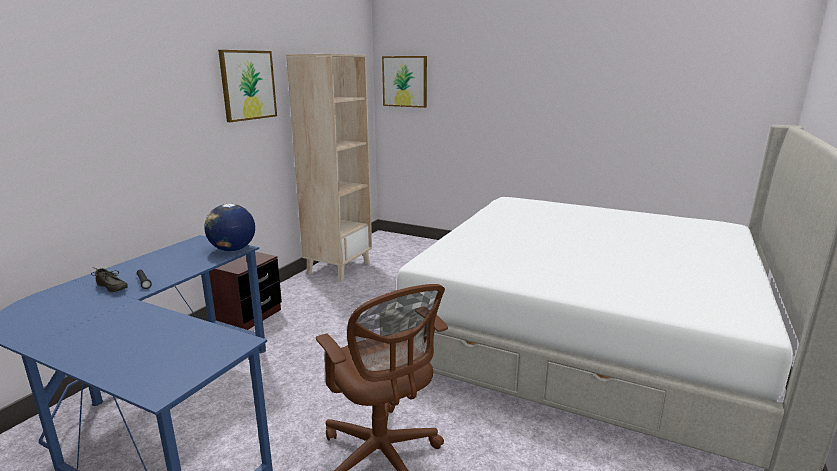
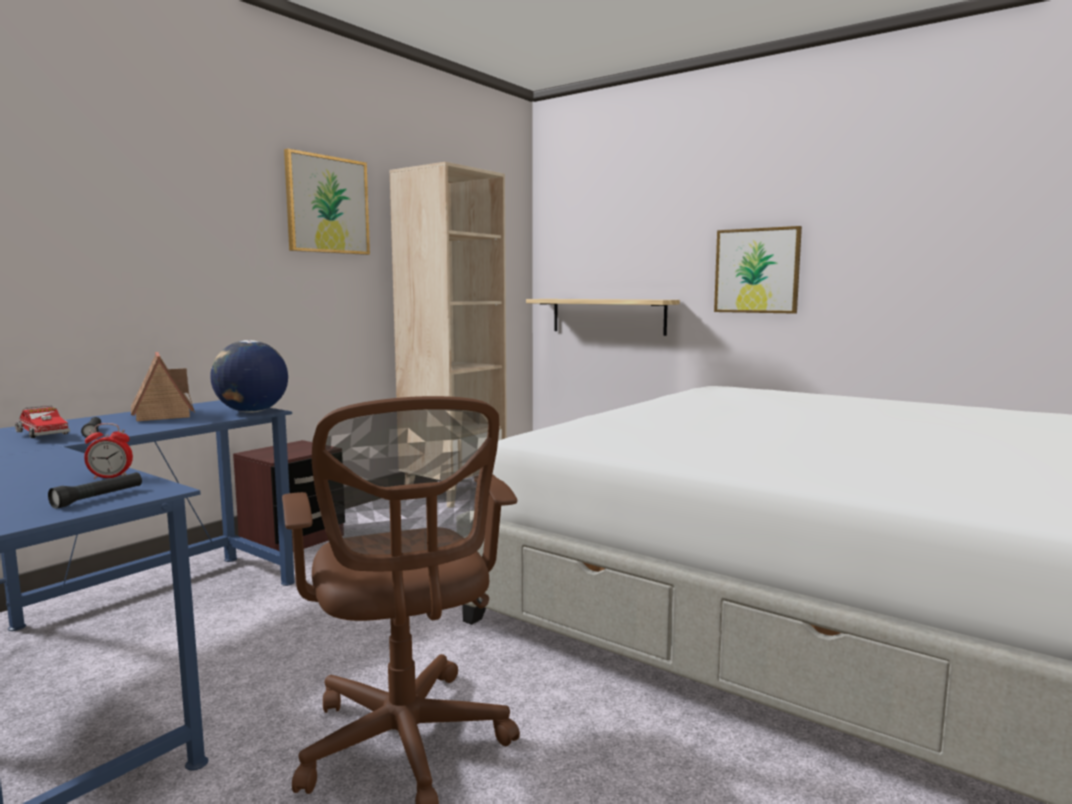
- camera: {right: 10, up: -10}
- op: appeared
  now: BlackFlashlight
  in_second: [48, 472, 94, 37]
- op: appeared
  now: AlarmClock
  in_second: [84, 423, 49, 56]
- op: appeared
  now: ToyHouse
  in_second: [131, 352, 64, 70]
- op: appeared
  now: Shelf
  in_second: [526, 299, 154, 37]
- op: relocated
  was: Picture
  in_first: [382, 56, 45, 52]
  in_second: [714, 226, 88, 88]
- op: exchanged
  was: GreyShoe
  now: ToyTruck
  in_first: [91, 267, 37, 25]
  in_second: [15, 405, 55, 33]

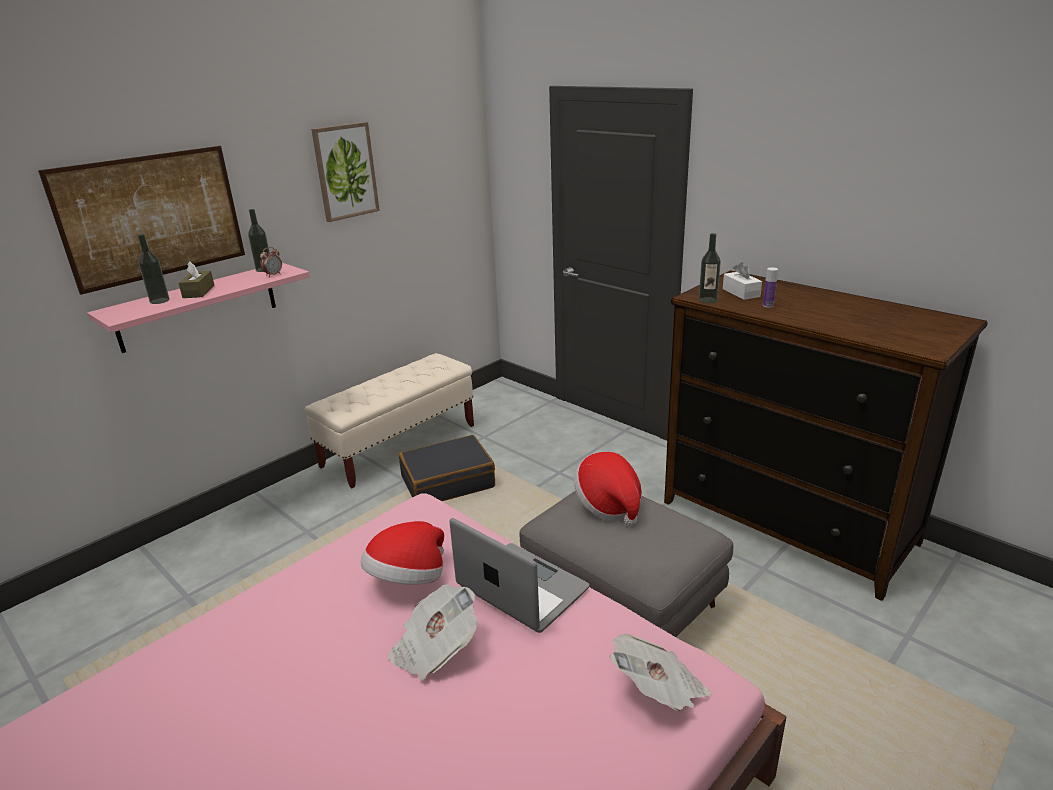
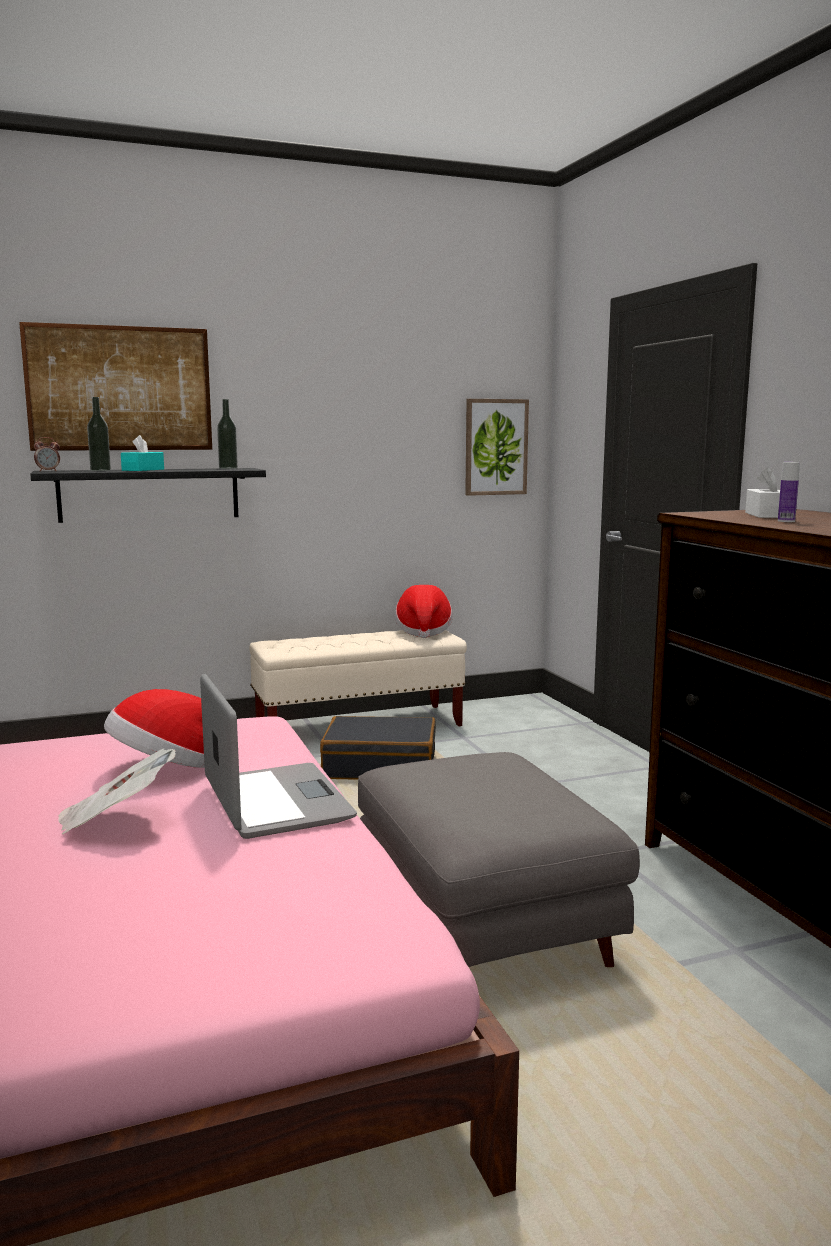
- camera: {right: 25, up: -15}
- op: missing
  was: Newspaper
  in_first: [609, 634, 102, 77]
- op: missing
  was: Bottle
  in_first: [699, 233, 22, 70]
- op: relocated
  was: AlarmClock
  in_first: [260, 247, 22, 30]
  in_second: [34, 437, 26, 35]
- op: relocated
  was: Picture
  in_first: [311, 122, 69, 100]
  in_second: [465, 399, 64, 97]
- op: relocated
  was: Hat
  in_first: [574, 452, 68, 74]
  in_second: [395, 585, 58, 53]
- op: colour
  was: PinkShelf
  now: BlackShelf
  in_first: [87, 263, 223, 90]
  in_second: [30, 468, 236, 55]
- op: colour
  was: BrownTissueBox
  now: TurquoiseTissueBox
  in_first: [179, 261, 36, 37]
  in_second: [121, 435, 43, 36]

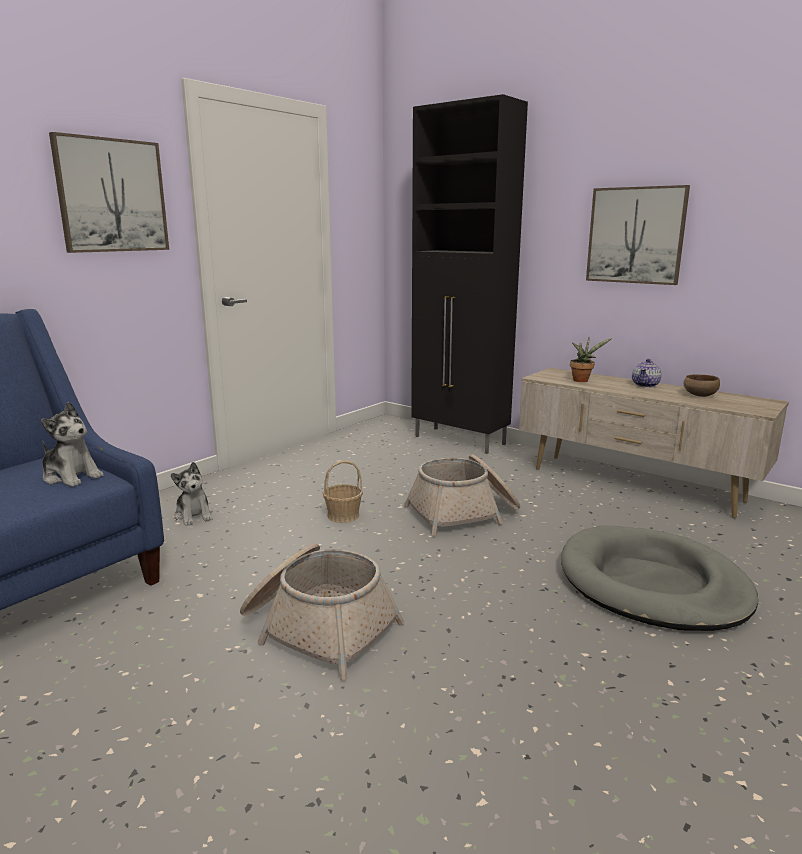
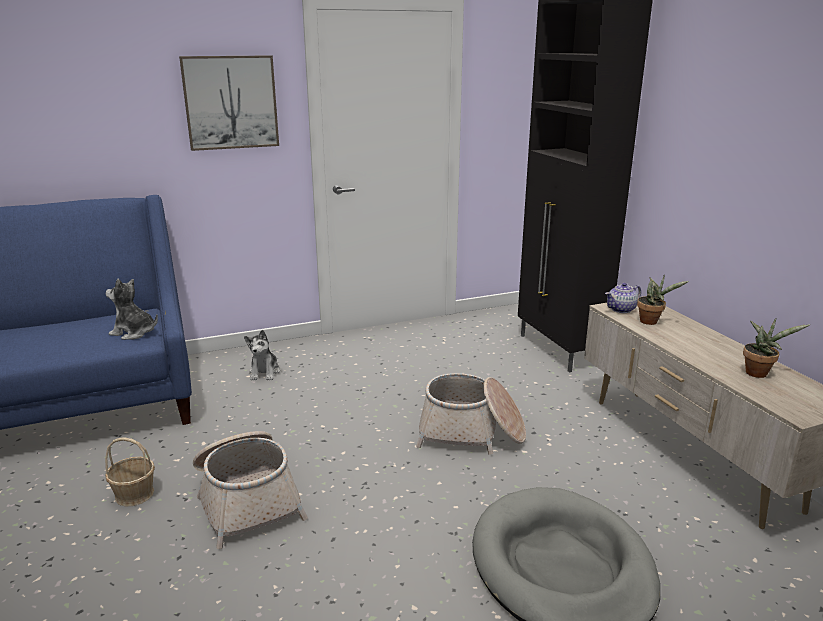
- camera: {right: 30, up: 5}
- op: missing
  was: Picture
  in_first: [586, 185, 104, 100]
- op: relocated
  was: Basket
  in_first: [323, 461, 40, 62]
  in_second: [105, 437, 50, 70]
- op: relocated
  was: Teapot
  in_first: [632, 359, 30, 29]
  in_second: [605, 283, 36, 30]
- op: exchanged
  was: BrownBowl
  now: PottedPlant
  in_first: [683, 374, 37, 23]
  in_second: [743, 318, 67, 60]
- op: spun
  was: PlushToy
  in_first: [41, 402, 63, 85]
  in_second: [106, 278, 52, 62]
  clockwise: 135

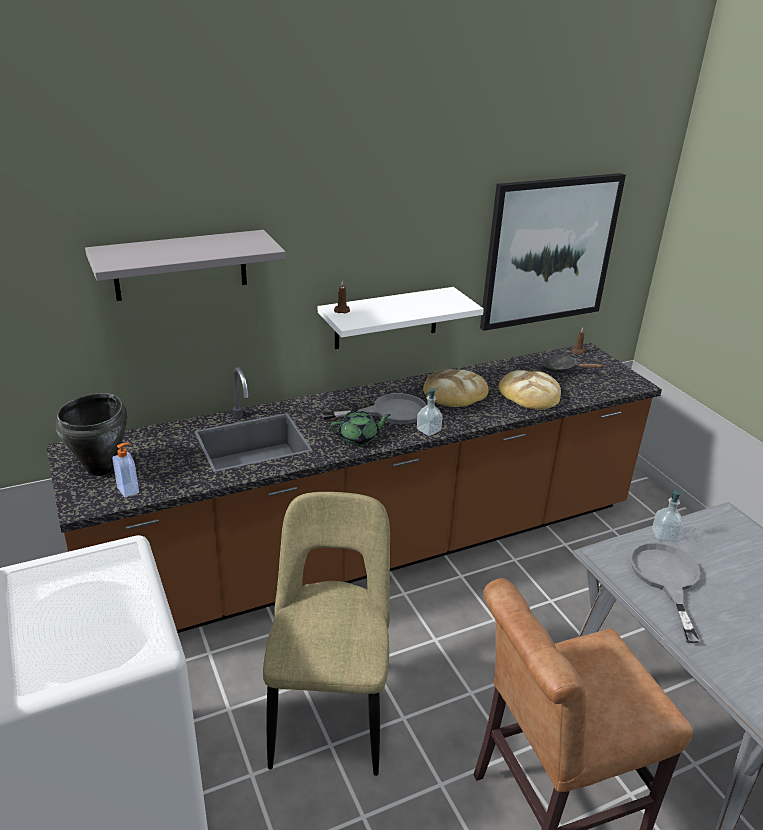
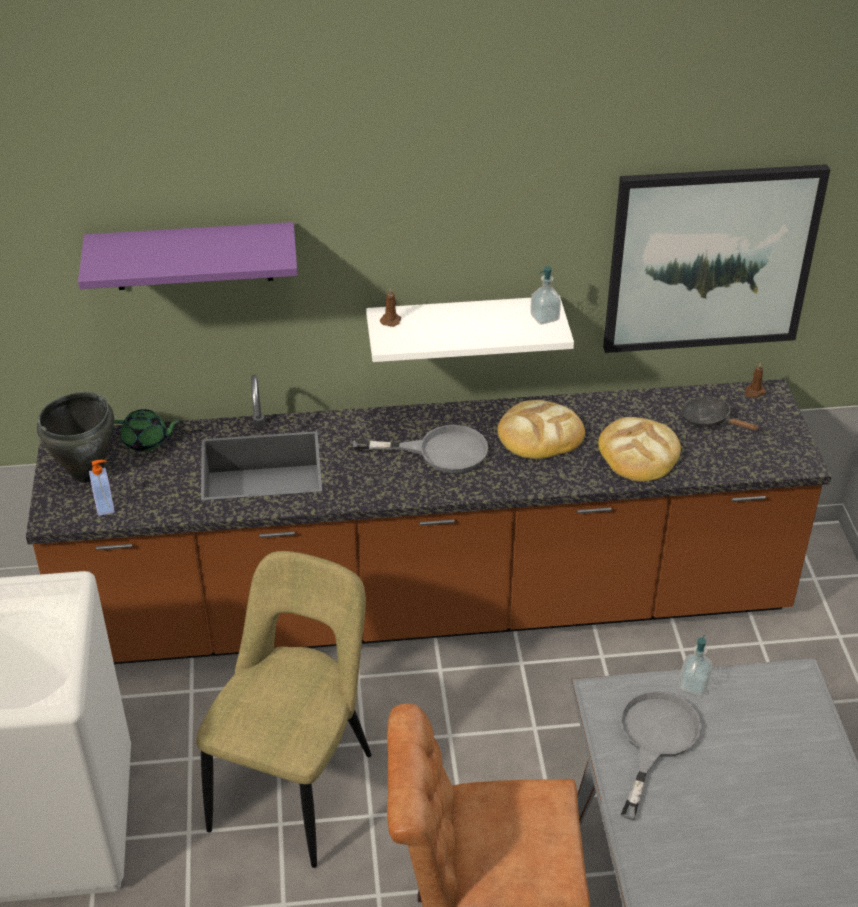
- camera: {right: 20, up: 10}
- op: relocated
  was: GreenTeapot
  in_first: [330, 411, 61, 34]
  in_second: [113, 409, 68, 43]
- op: relocated
  was: SoapDispenser
  in_first: [417, 388, 26, 48]
  in_second: [530, 266, 31, 58]
- op: colour
  was: GreyShelf
  now: PurpleShelf
  in_first: [85, 230, 201, 71]
  in_second: [78, 222, 220, 68]

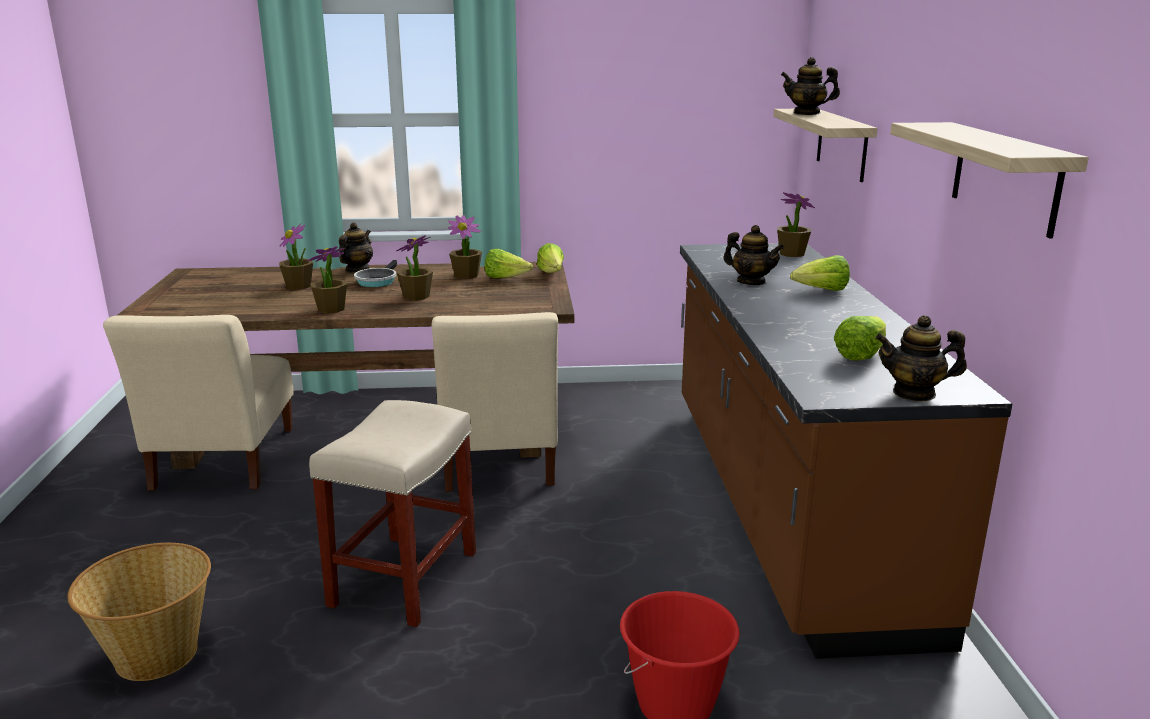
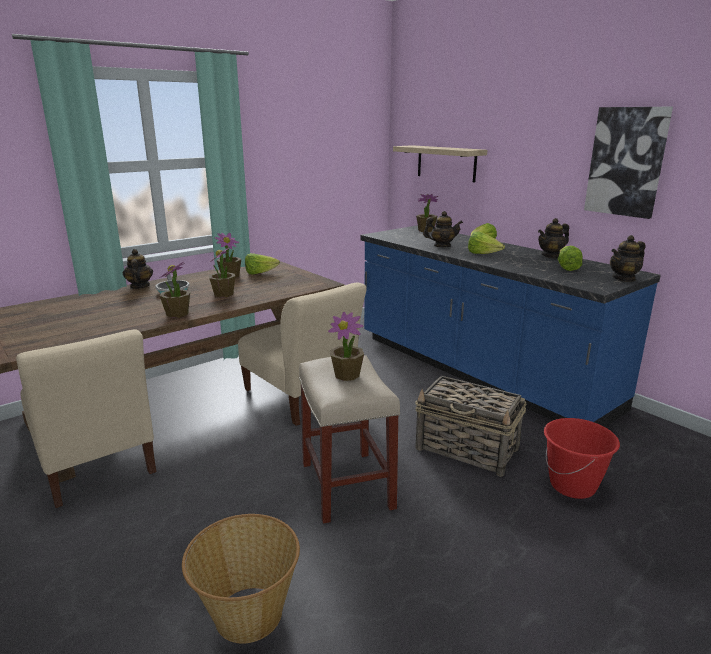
- camera: {right: -35, up: 0}
- op: appeared
  now: Basket
  in_second: [415, 376, 111, 101]
- op: relocated
  was: PottedPlant
  in_first: [279, 224, 34, 66]
  in_second: [328, 312, 36, 69]
- op: relocated
  was: Lettuce
  in_first: [537, 243, 27, 30]
  in_second: [468, 232, 37, 22]
- op: relocated
  was: Teapot
  in_first: [781, 57, 59, 58]
  in_second: [538, 218, 31, 40]
- op: exchanged
  was: Shelf
  now: Picture
  in_first: [890, 122, 199, 116]
  in_second: [584, 107, 89, 112]
- op: colour
  was: BrownCounter
  now: BlueCounter
  in_first: [680, 243, 332, 416]
  in_second: [360, 225, 301, 202]

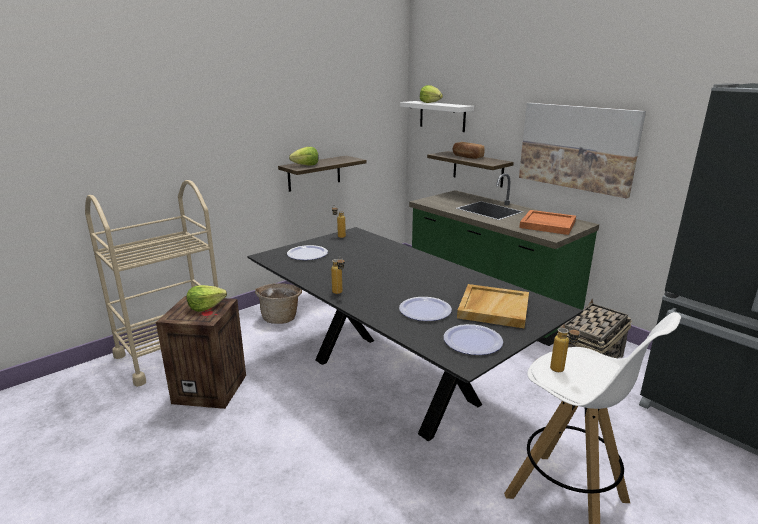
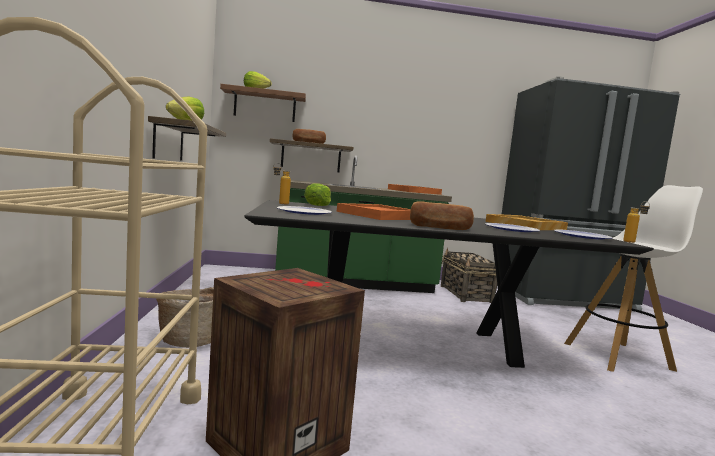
- camera: {right: -55, up: -15}
- op: missing
  was: Picture
  in_first: [519, 103, 127, 96]
- op: appeared
  now: OrangeTray
  in_second: [337, 203, 74, 17]
- op: relocated
  was: Lettuce
  in_first: [187, 285, 40, 27]
  in_second: [304, 184, 27, 22]
- op: exchanged
  was: Bottle
  now: Bread
  in_first: [331, 256, 14, 38]
  in_second: [410, 201, 64, 29]
- op: colour
  was: WhiteShelf
  now: BrownShelf
  in_first: [400, 101, 74, 31]
  in_second: [220, 84, 86, 38]

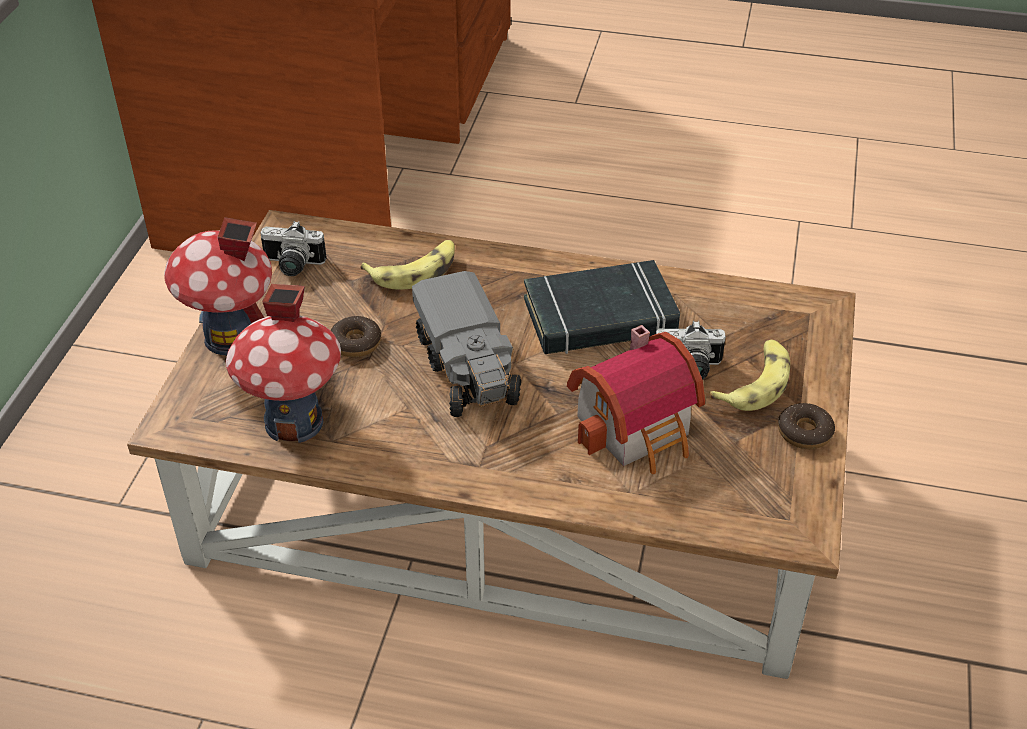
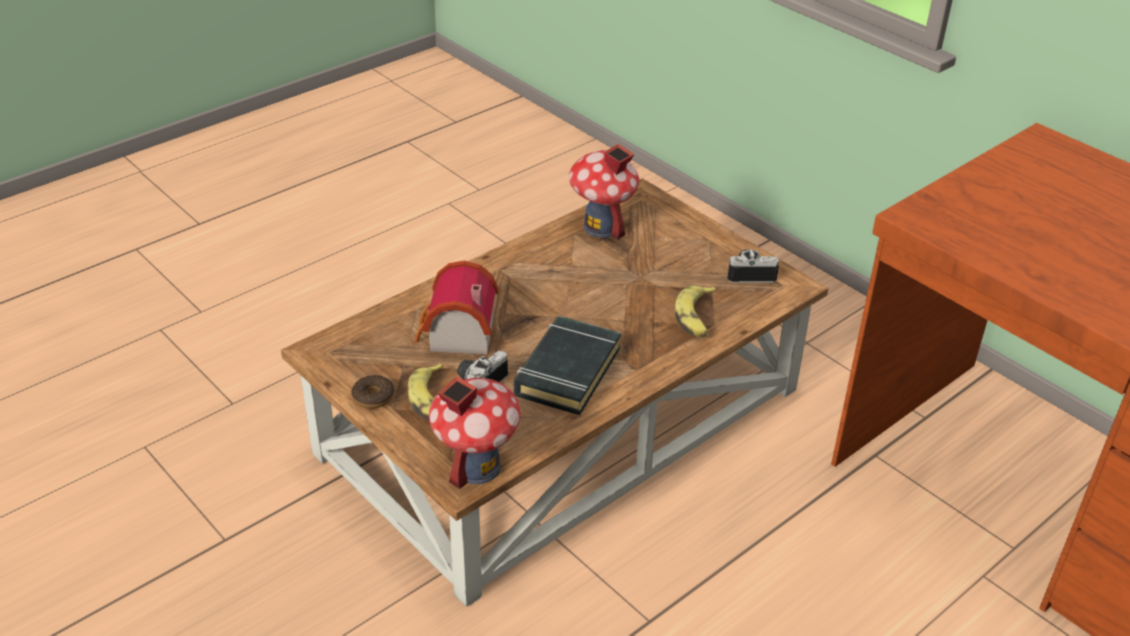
- camera: {right: 125, up: -5}
- op: missing
  was: Donut
  in_first: [330, 316, 51, 41]
- op: missing
  was: ToyTruck
  in_first: [412, 271, 109, 146]
- op: relocated
  was: ToyHouse
  in_first: [164, 217, 108, 138]
  in_second: [429, 376, 92, 113]
- op: spun
  was: PhotoCamera
  in_first: [260, 221, 67, 55]
  in_second: [728, 249, 51, 33]
  clockwise: 45

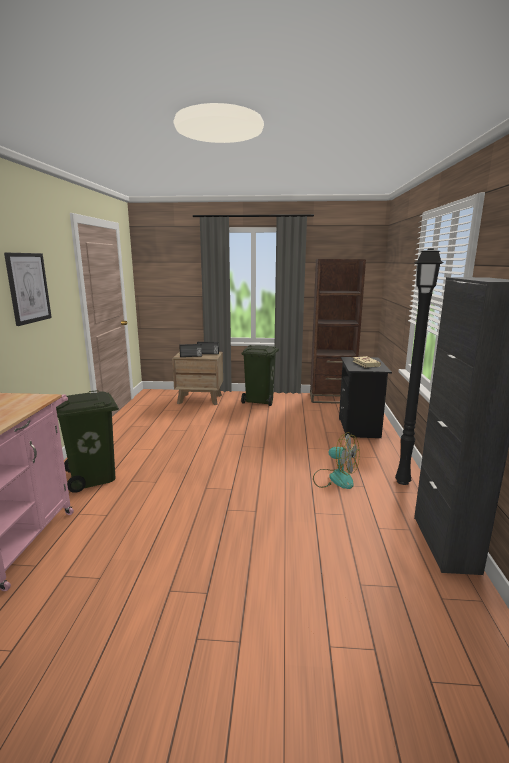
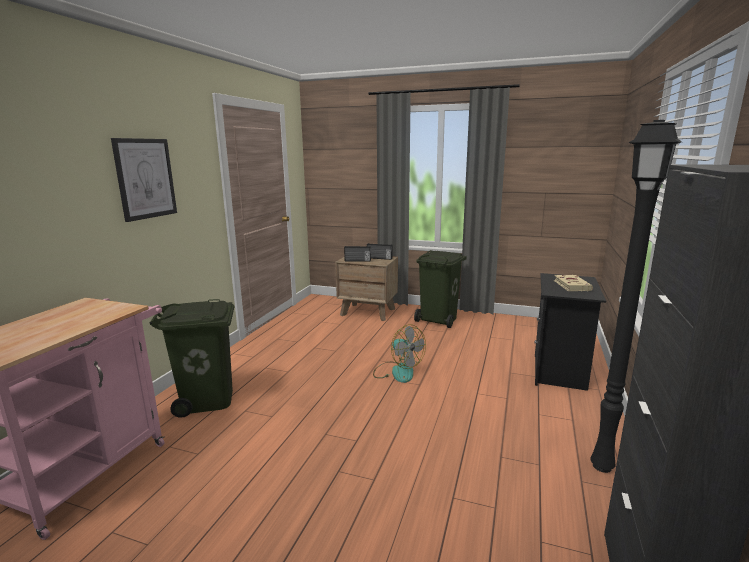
- camera: {right: 15, up: 0}
- op: missing
  was: BrownBookcase
  in_first: [310, 259, 56, 145]
- op: relocated
  was: Fan
  in_first: [313, 432, 47, 57]
  in_second: [373, 325, 53, 58]

